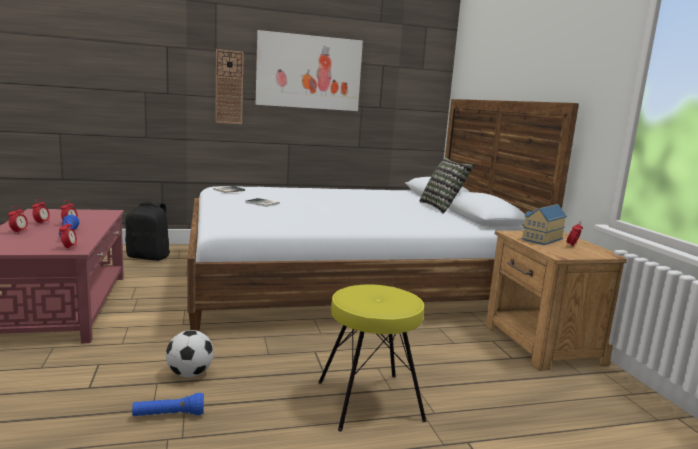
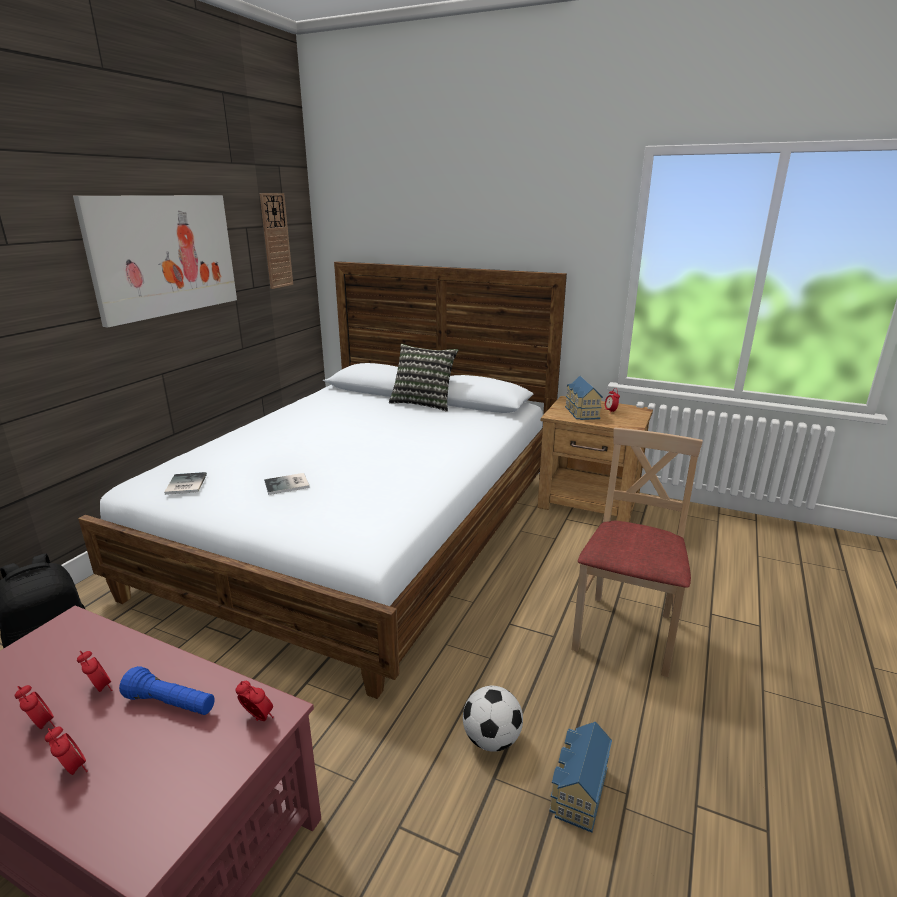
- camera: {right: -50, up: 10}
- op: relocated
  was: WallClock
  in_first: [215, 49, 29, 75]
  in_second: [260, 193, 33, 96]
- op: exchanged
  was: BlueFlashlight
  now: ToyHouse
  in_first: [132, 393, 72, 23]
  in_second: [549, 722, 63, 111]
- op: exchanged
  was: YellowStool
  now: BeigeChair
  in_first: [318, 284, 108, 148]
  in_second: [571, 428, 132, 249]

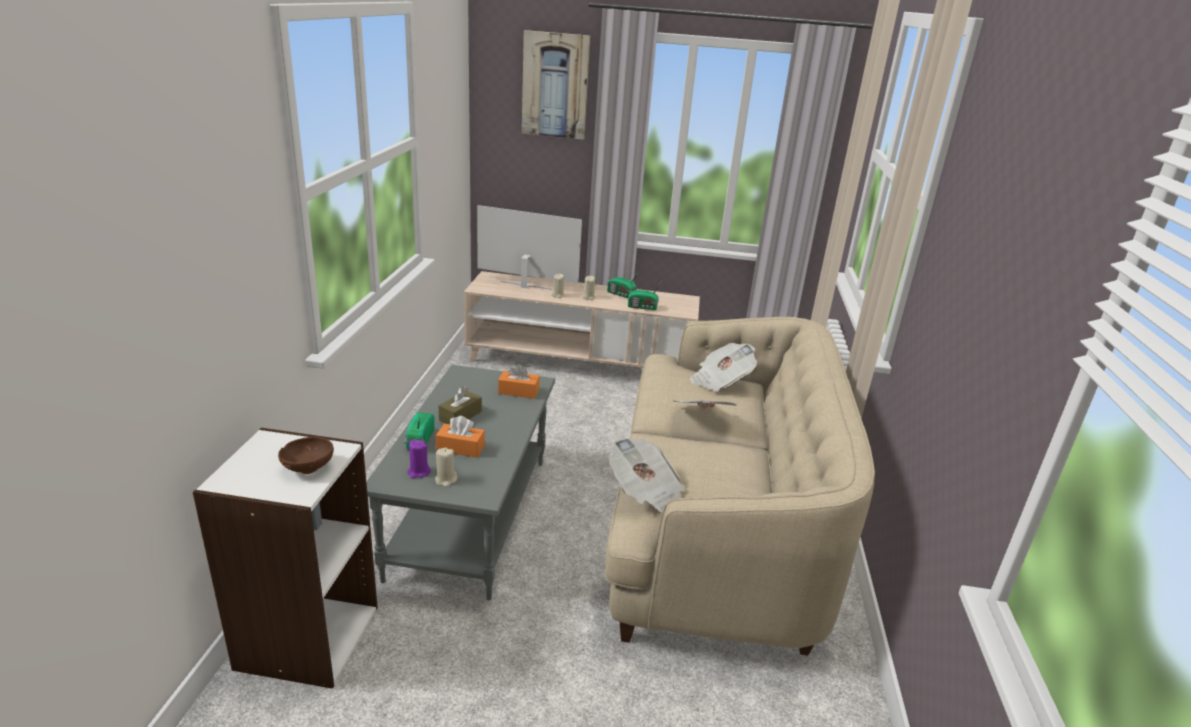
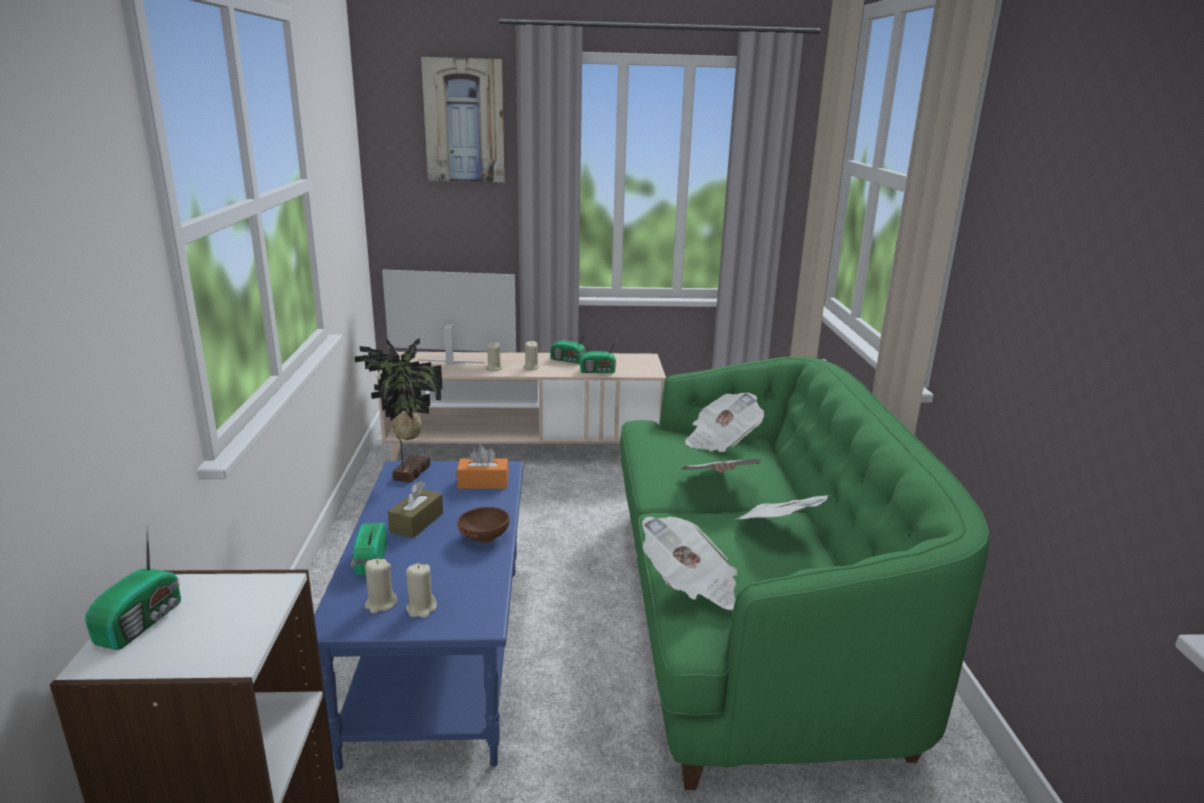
- camera: {right: -10, up: -5}
- op: missing
  was: OrangeTissueBox
  in_first: [436, 416, 49, 42]
- op: appeared
  now: Radio
  in_second: [85, 524, 96, 126]
- op: appeared
  now: PottedPlant
  in_second: [355, 338, 87, 145]
- op: appeared
  now: Newspaper
  in_second: [733, 495, 97, 25]
- op: relocated
  was: BrownBowl
  in_first: [278, 437, 56, 37]
  in_second: [457, 507, 53, 36]
- op: colour
  was: GreyCoffeeTable
  now: BlueCoffeeTable
  in_first: [366, 365, 189, 236]
  in_second: [314, 461, 209, 309]
- op: colour
  was: PurpleCandle
  now: BeigeCandle
  in_first: [407, 440, 24, 39]
  in_second: [365, 559, 32, 55]
- op: colour
  was: BeigeSofa
  now: GreenSofa
  in_first: [605, 317, 270, 339]
  in_second: [620, 356, 370, 434]

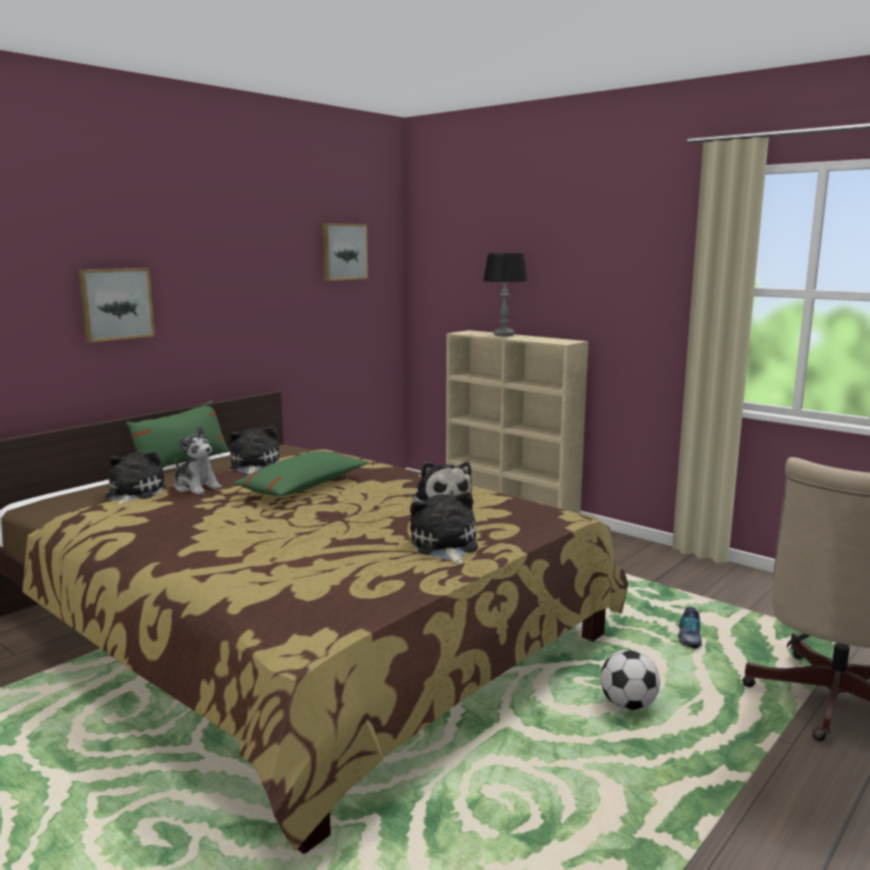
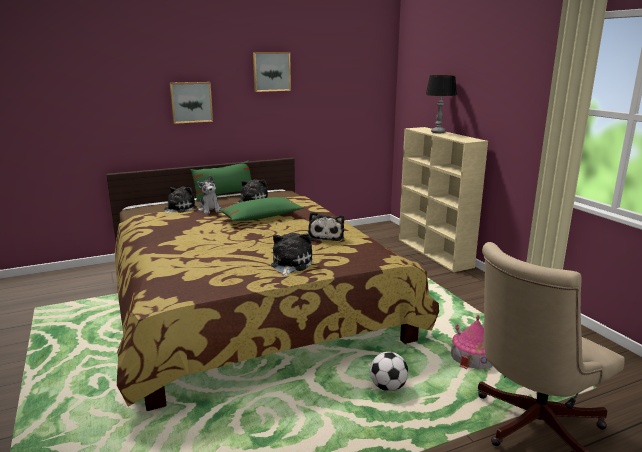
- camera: {right: 25, up: 5}
- op: relocated
  was: Picture
  in_first: [322, 223, 46, 58]
  in_second: [253, 52, 38, 40]
- op: exchanged
  was: Shoe
  now: ToyHouse
  in_first: [678, 607, 24, 41]
  in_second: [451, 315, 41, 55]

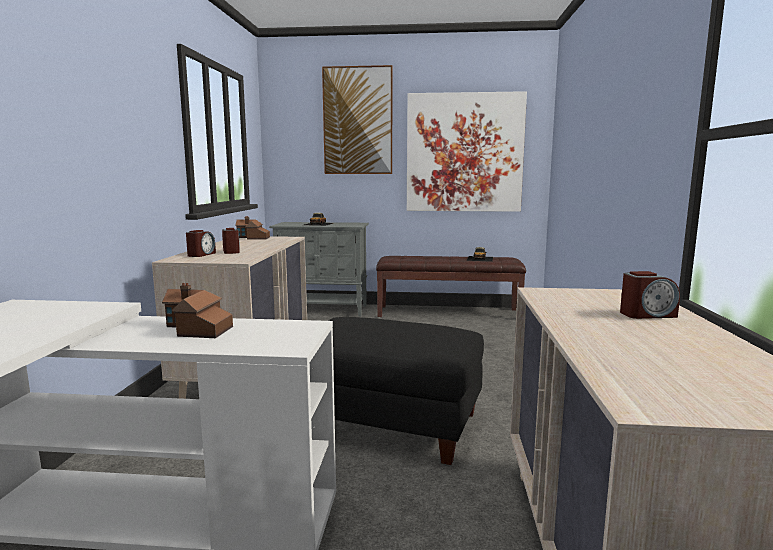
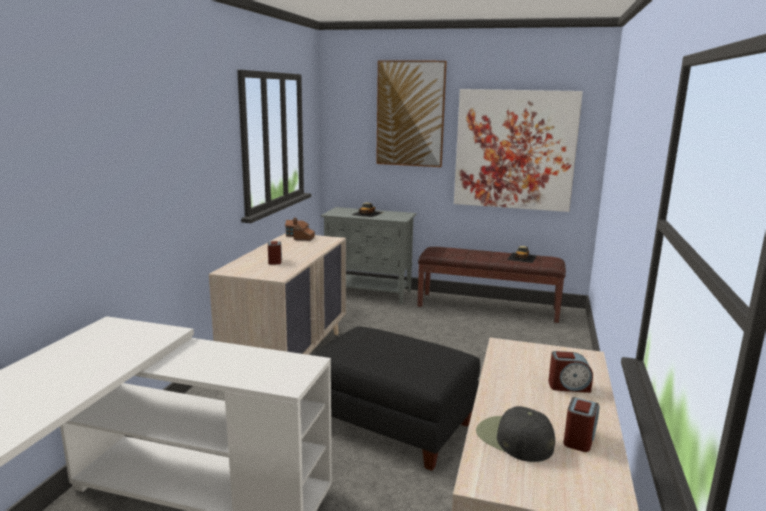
- camera: {right: 10, up: 5}
- op: missing
  was: ToyHouse
  in_first: [162, 283, 71, 55]
- op: appeared
  now: BlackCap
  in_second: [476, 406, 79, 56]
- op: relocated
  was: AlarmClock
  in_first: [186, 230, 30, 27]
  in_second: [564, 397, 35, 55]

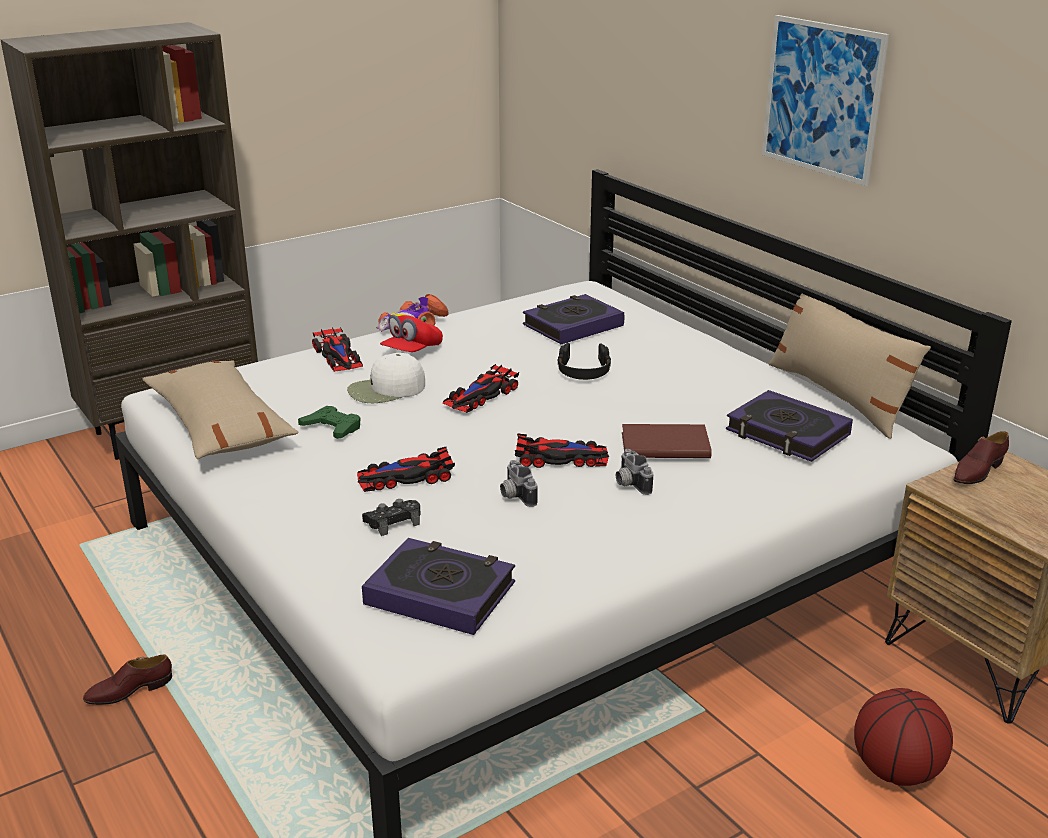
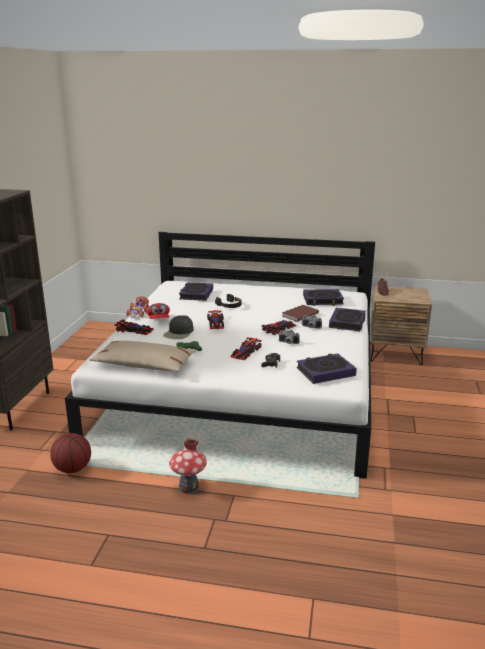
- camera: {right: -45, up: -5}
- op: missing
  was: Picture
  in_first: [762, 15, 127, 171]
- op: missing
  was: BeigePillow
  in_first: [769, 285, 162, 154]
- op: appeared
  now: Book
  in_second: [329, 308, 37, 23]
- op: relocated
  was: Basketball
  in_first: [854, 688, 99, 98]
  in_second: [50, 433, 41, 40]
- op: exchanged
  was: BrownShoe
  now: ToyHouse
  in_first: [83, 655, 89, 50]
  in_second: [169, 438, 38, 56]
- op: colour
  was: WhiteCap
  now: BlackCap
  in_first: [347, 353, 78, 50]
  in_second: [163, 315, 31, 24]

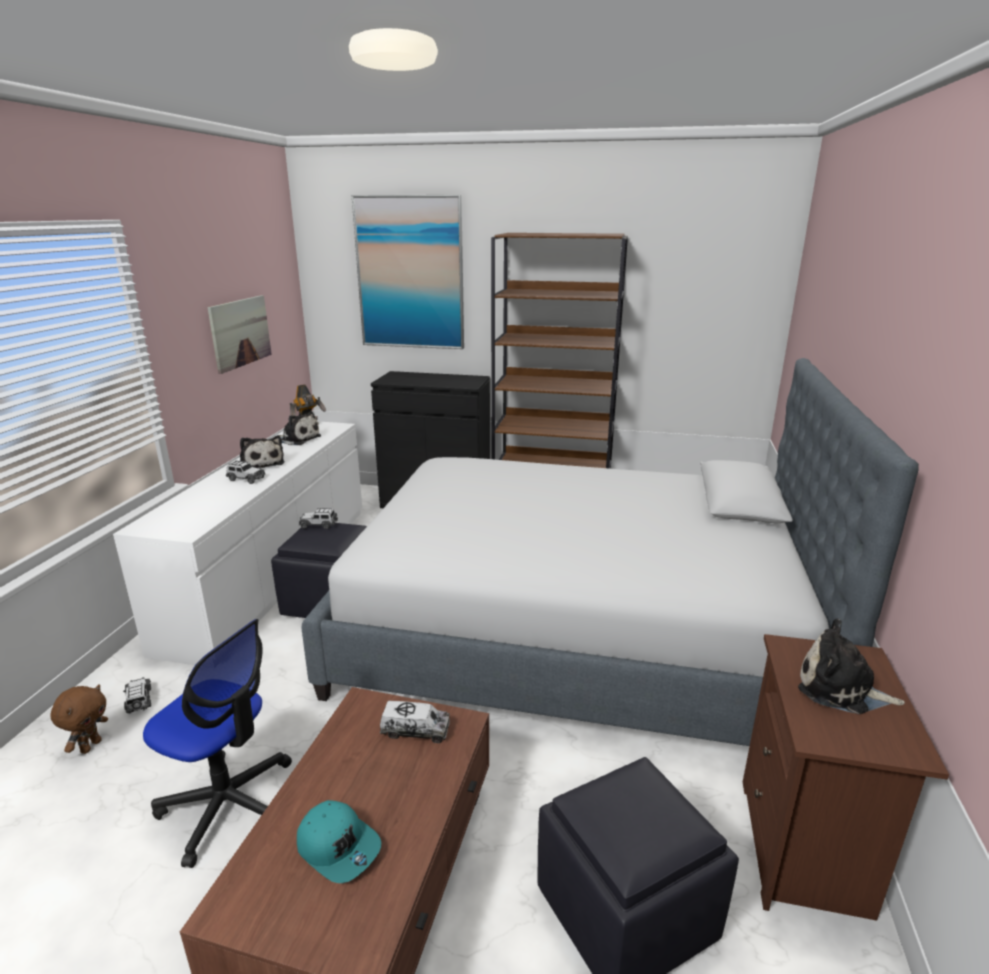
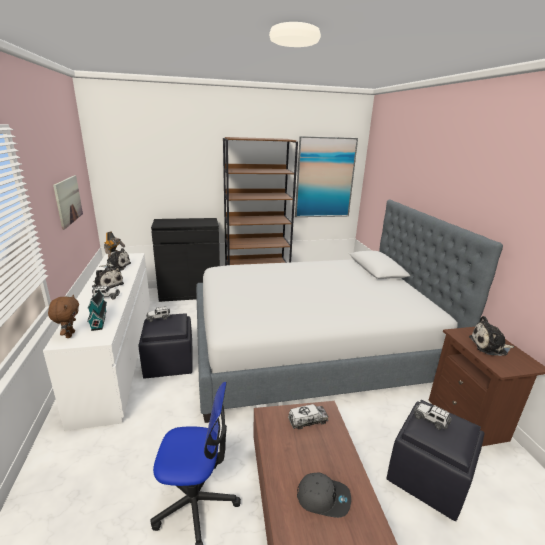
- camera: {right: -25, up: 0}
- op: appeared
  now: ToyHouse
  in_second: [87, 289, 20, 42]
- op: relocated
  was: BrownPlushToy
  in_first: [51, 684, 57, 70]
  in_second: [48, 295, 31, 43]
- op: relocated
  was: ToyCar
  in_first: [123, 677, 28, 36]
  in_second: [413, 403, 39, 27]
- op: relocated
  was: Picture
  in_first: [352, 195, 112, 154]
  in_second: [295, 136, 63, 81]
- op: colour
  was: TurquoiseCap
  now: GreyCap
  in_first: [297, 800, 84, 83]
  in_second: [297, 473, 54, 45]

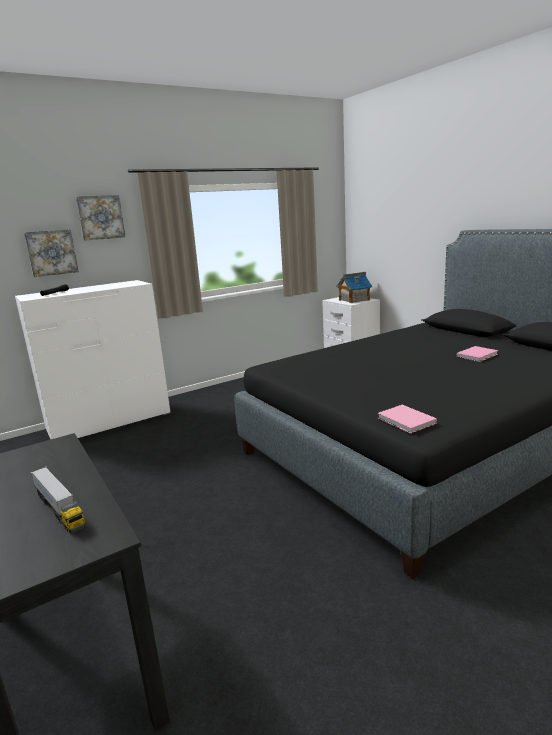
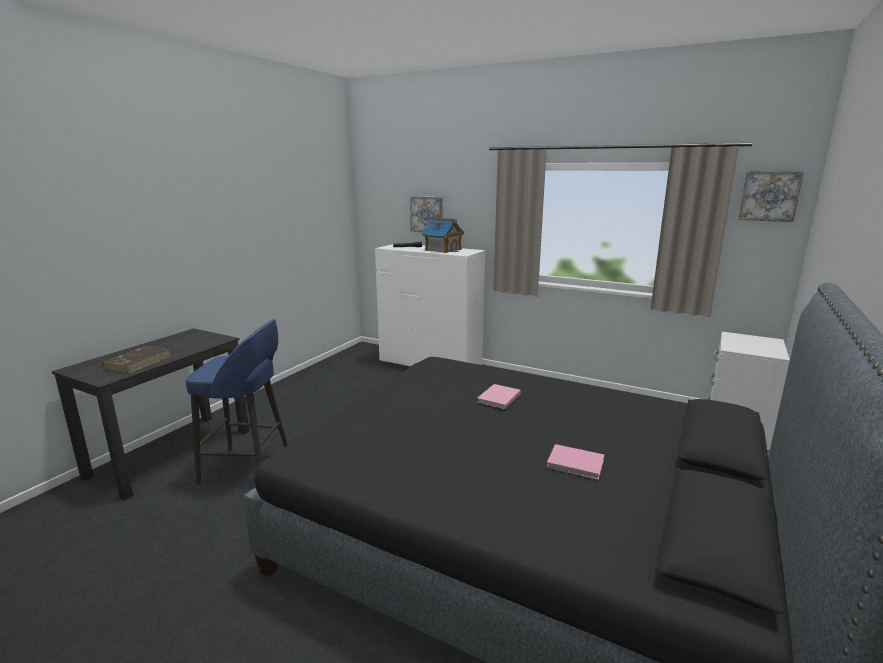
- camera: {right: 60, up: 0}
- op: appeared
  now: BlueStool
  in_second: [186, 319, 102, 166]
- op: relocated
  was: Picture
  in_first: [76, 195, 49, 46]
  in_second: [739, 171, 65, 51]
- op: relocated
  was: ToyHouse
  in_first: [336, 272, 36, 31]
  in_second: [422, 217, 42, 36]
- op: relocated
  was: PinkBook
  in_first: [378, 405, 59, 29]
  in_second: [477, 384, 44, 25]
- op: exchanged
  was: ToyTruck
  now: BrownBook
  in_first: [31, 467, 54, 66]
  in_second: [102, 346, 68, 27]

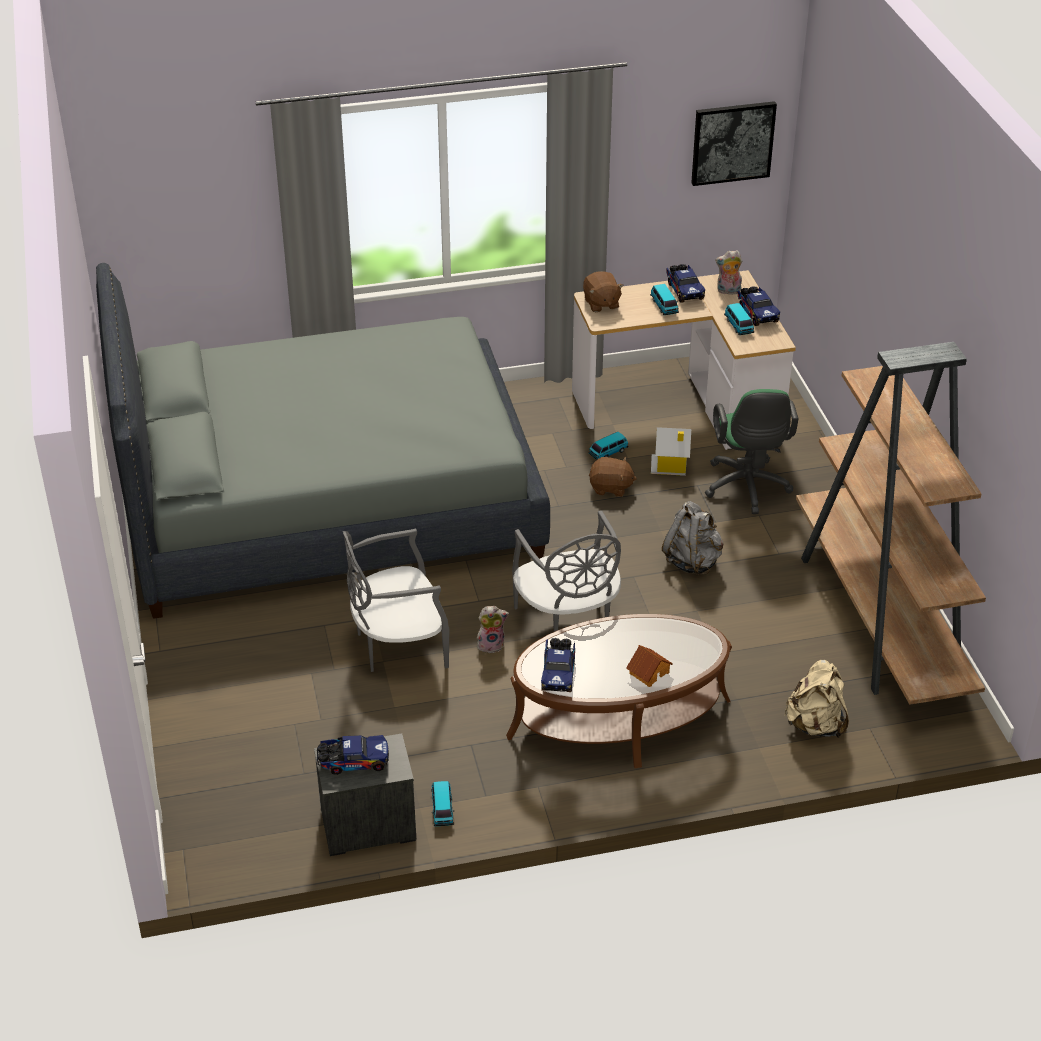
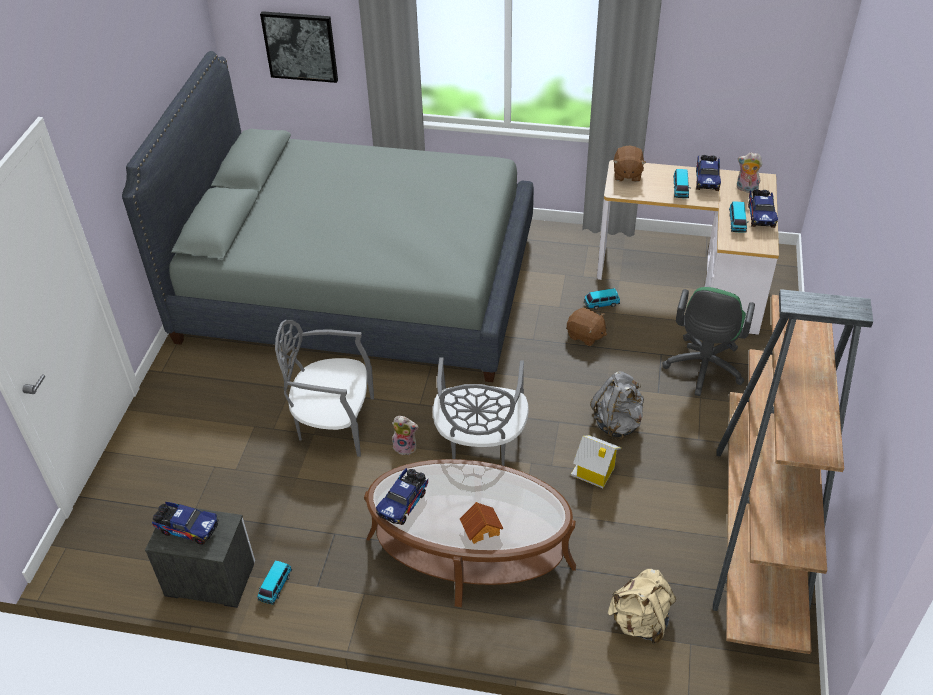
- camera: {right: 25, up: 5}
- op: relocated
  was: ToyHouse
  in_first: [651, 427, 40, 49]
  in_second: [571, 435, 51, 53]
- op: relocated
  was: Picture
  in_first: [691, 101, 86, 85]
  in_second: [260, 11, 78, 72]

